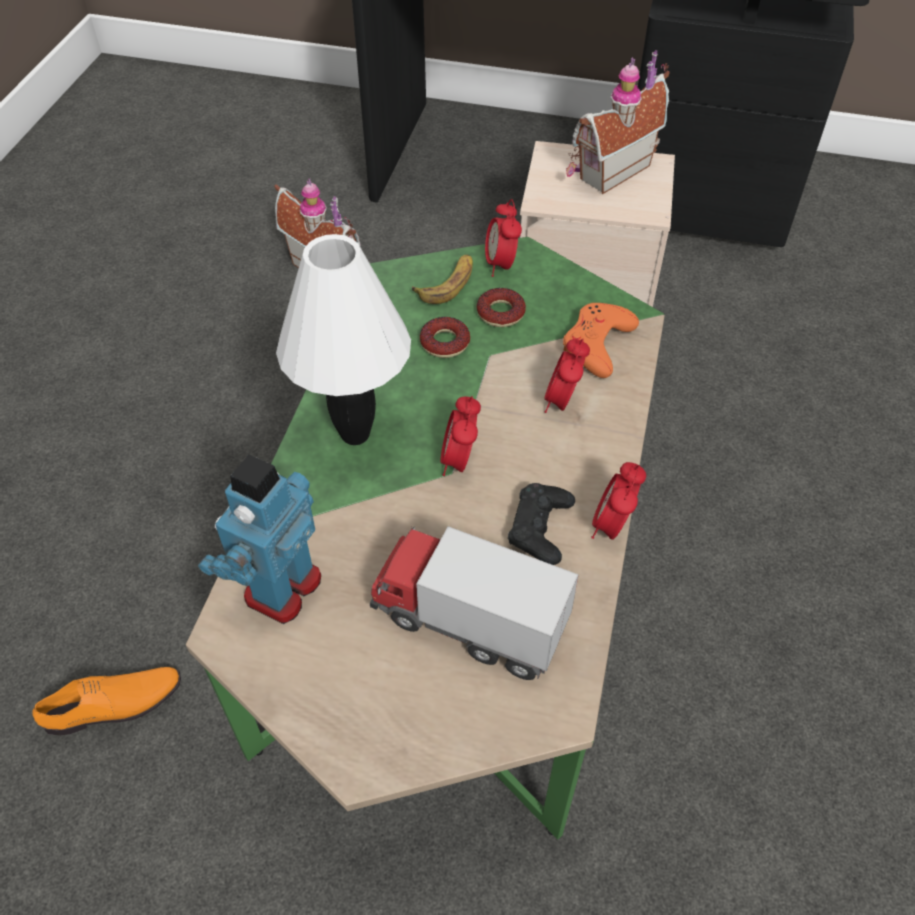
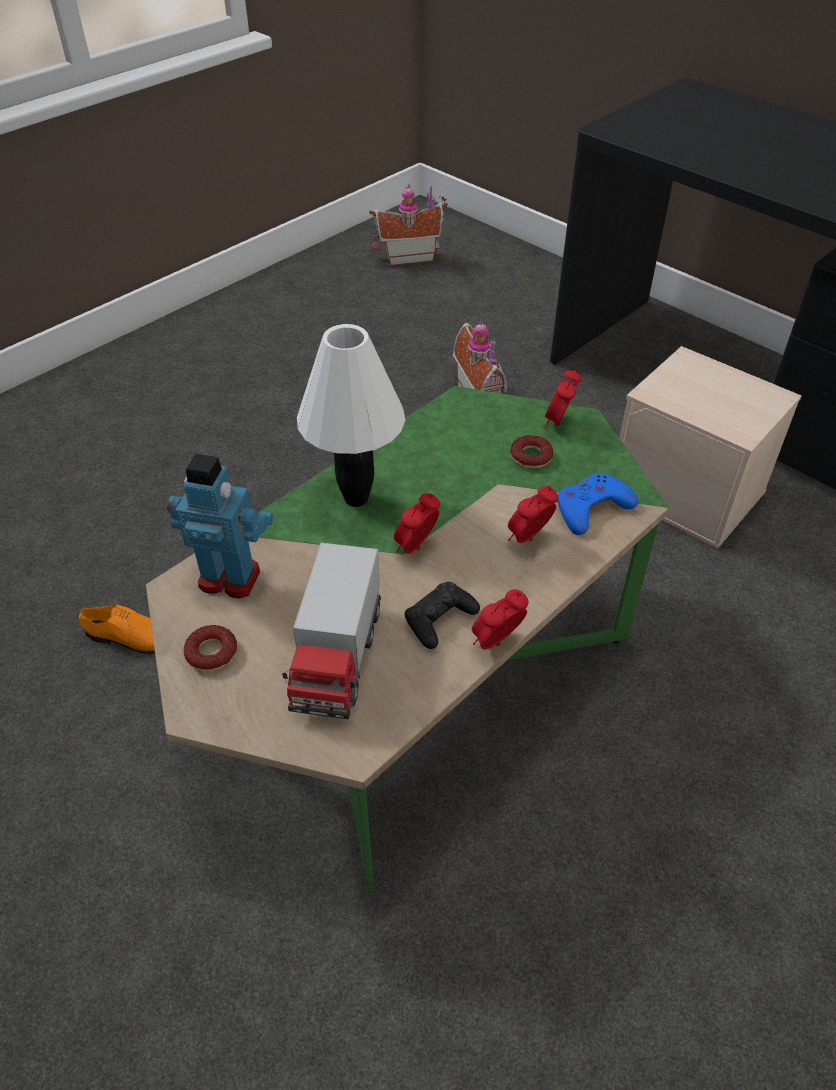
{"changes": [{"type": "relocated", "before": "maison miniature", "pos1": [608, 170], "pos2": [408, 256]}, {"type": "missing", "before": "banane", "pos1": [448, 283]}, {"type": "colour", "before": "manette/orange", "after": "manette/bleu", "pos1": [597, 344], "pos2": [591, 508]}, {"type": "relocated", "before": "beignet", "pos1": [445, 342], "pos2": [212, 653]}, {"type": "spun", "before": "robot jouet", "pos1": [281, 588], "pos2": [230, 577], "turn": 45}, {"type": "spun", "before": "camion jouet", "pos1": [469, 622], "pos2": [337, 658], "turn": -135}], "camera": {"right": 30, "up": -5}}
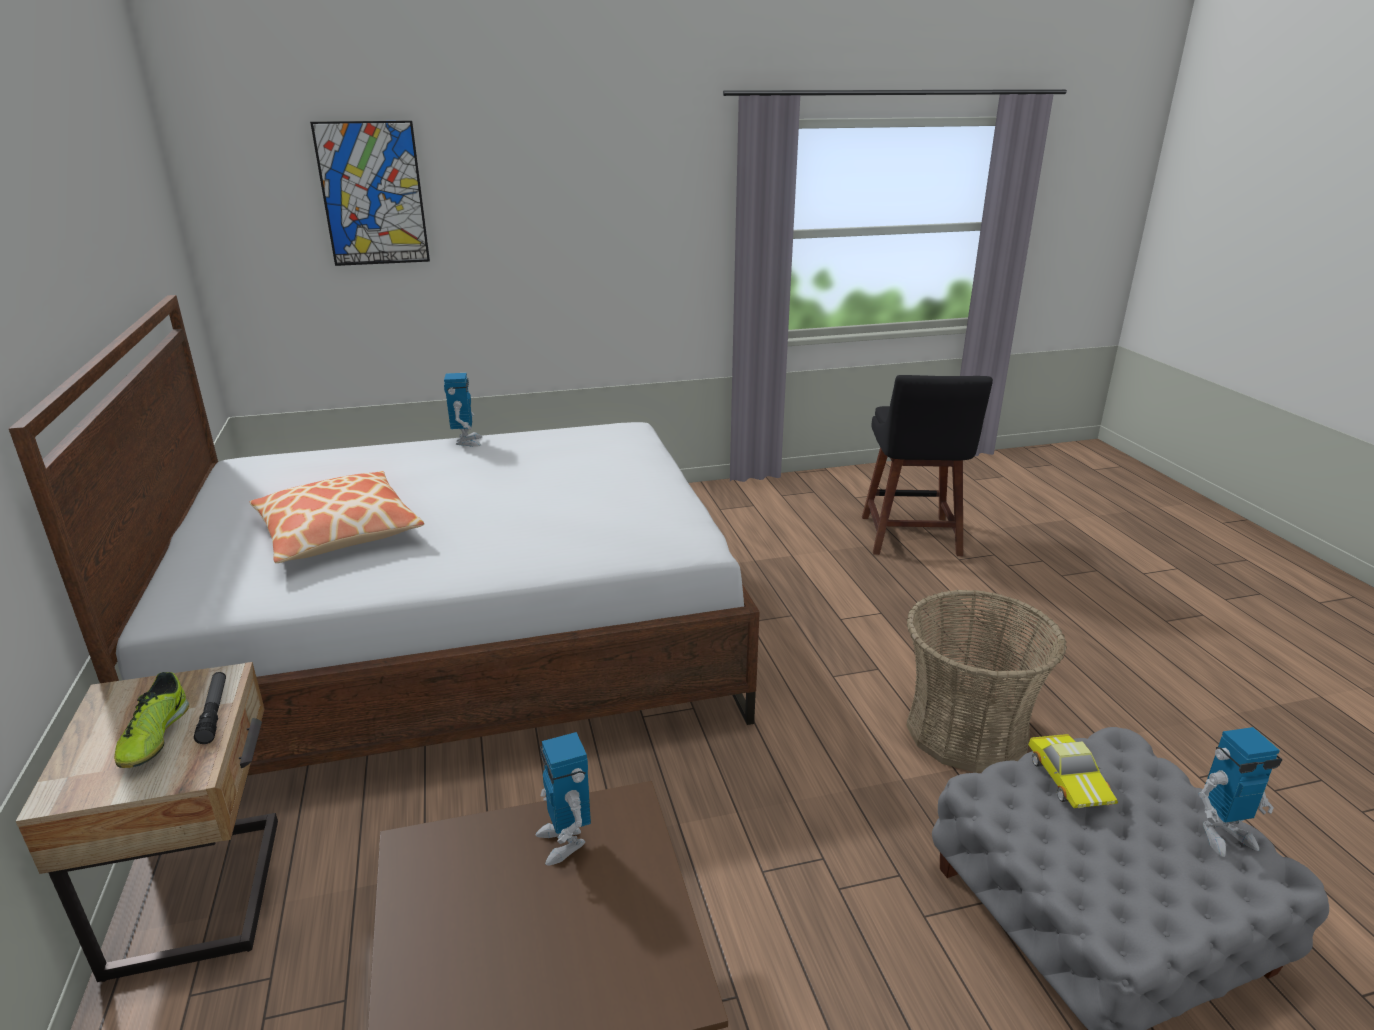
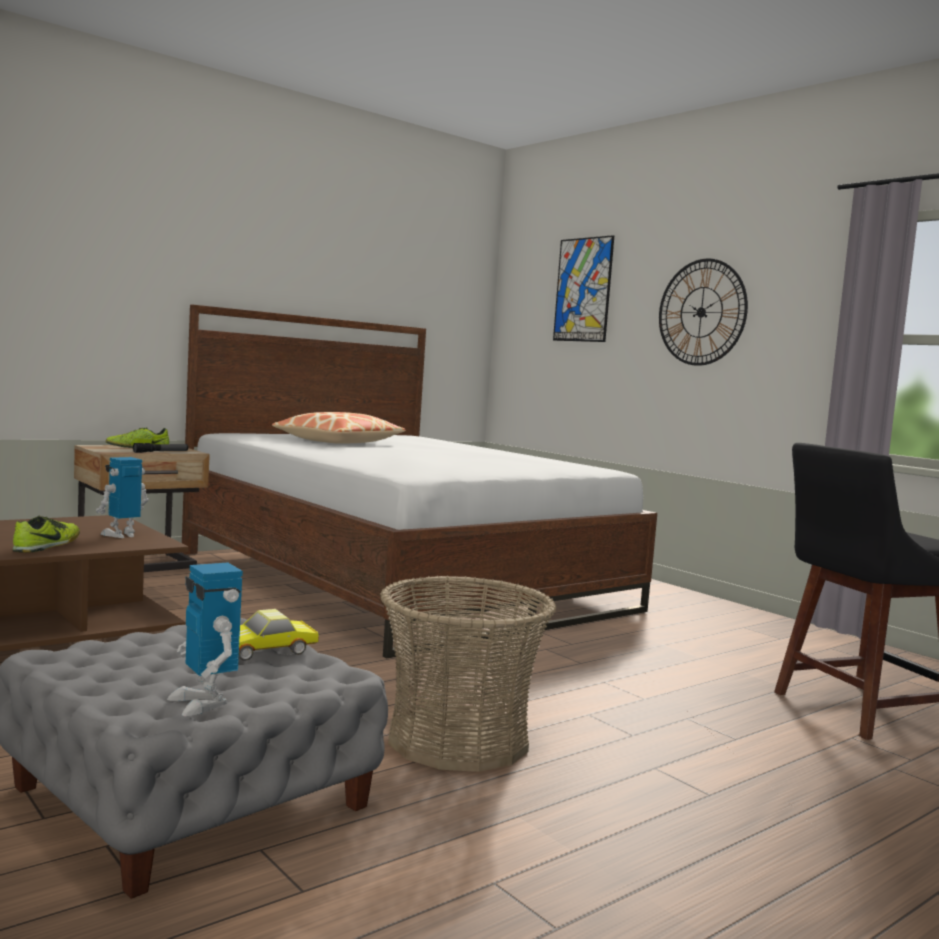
{"changes": [{"type": "missing", "before": "robot jouet", "pos1": [467, 442]}, {"type": "appeared", "after": "horloge murale", "pos2": [701, 312]}, {"type": "appeared", "after": "chaussure", "pos2": [48, 546]}], "camera": {"right": 65, "up": -20}}
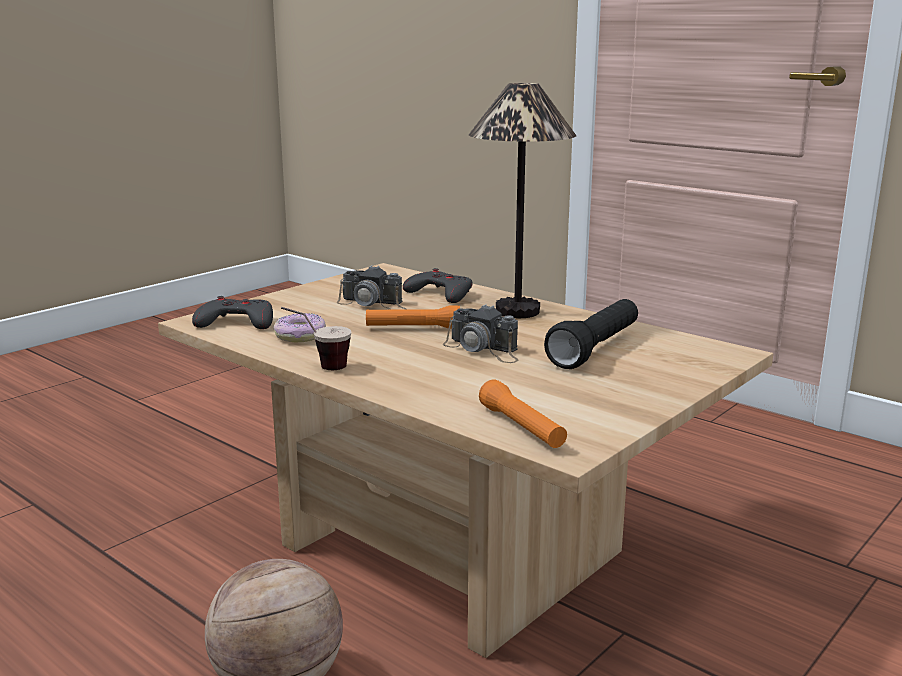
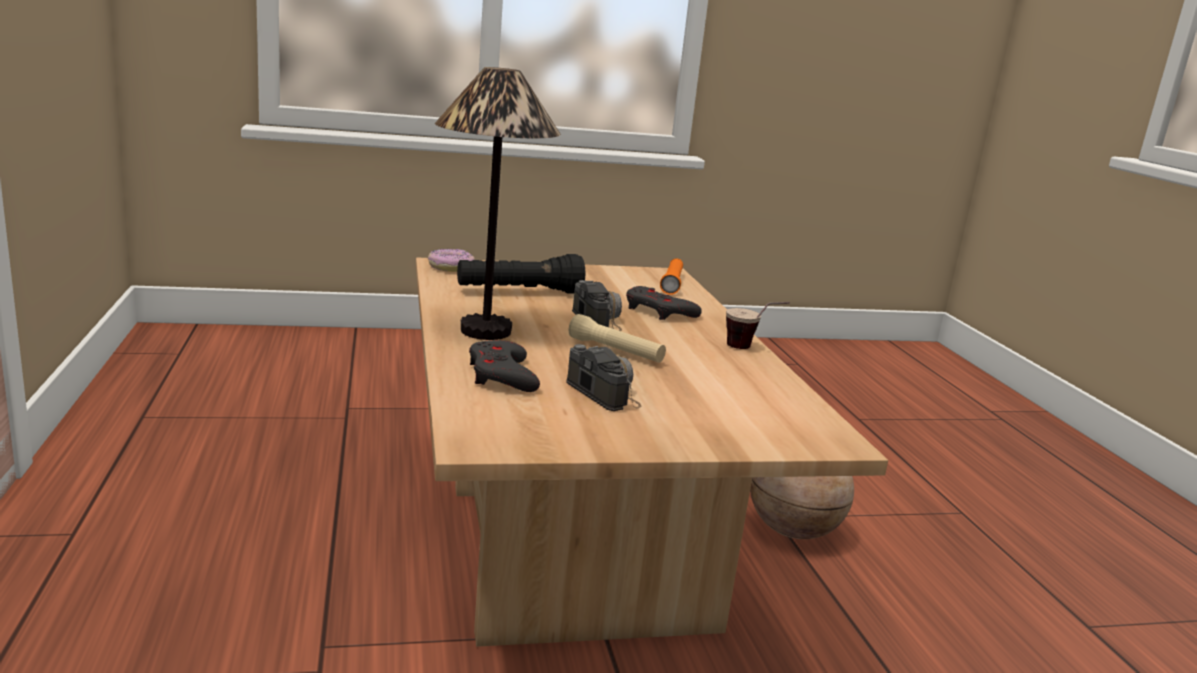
{"changes": [{"type": "relocated", "before": "manette/gris", "pos1": [236, 322], "pos2": [658, 311]}, {"type": "colour", "before": "lampe de poche/orange", "after": "lampe de poche/beige", "pos1": [413, 328], "pos2": [615, 351]}, {"type": "relocated", "before": "beignet", "pos1": [300, 336], "pos2": [450, 267]}], "camera": {"right": -145, "up": 0}}
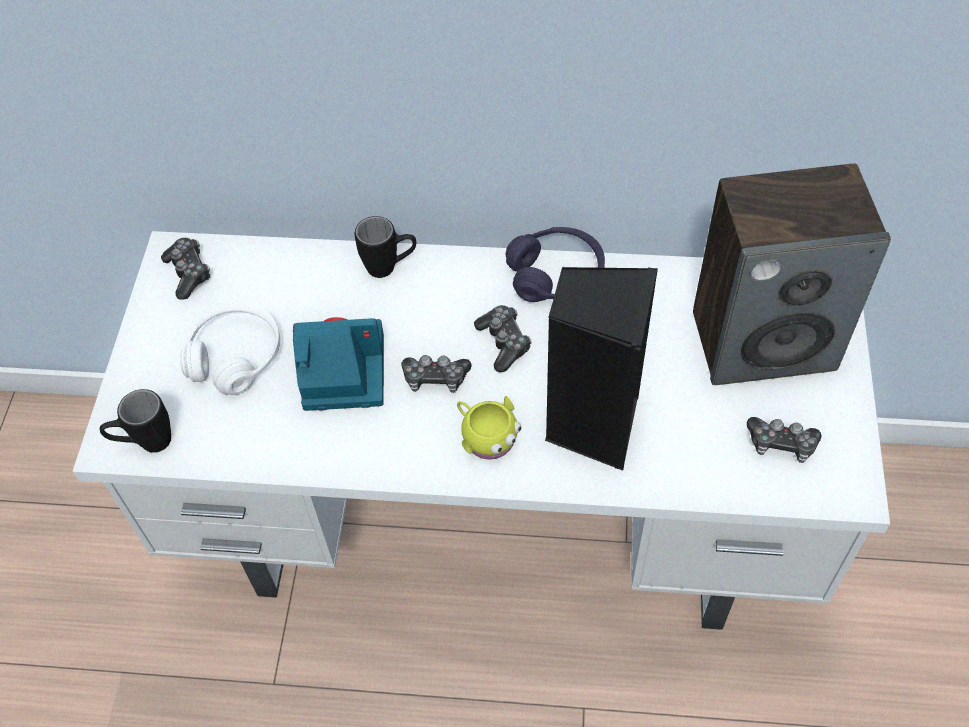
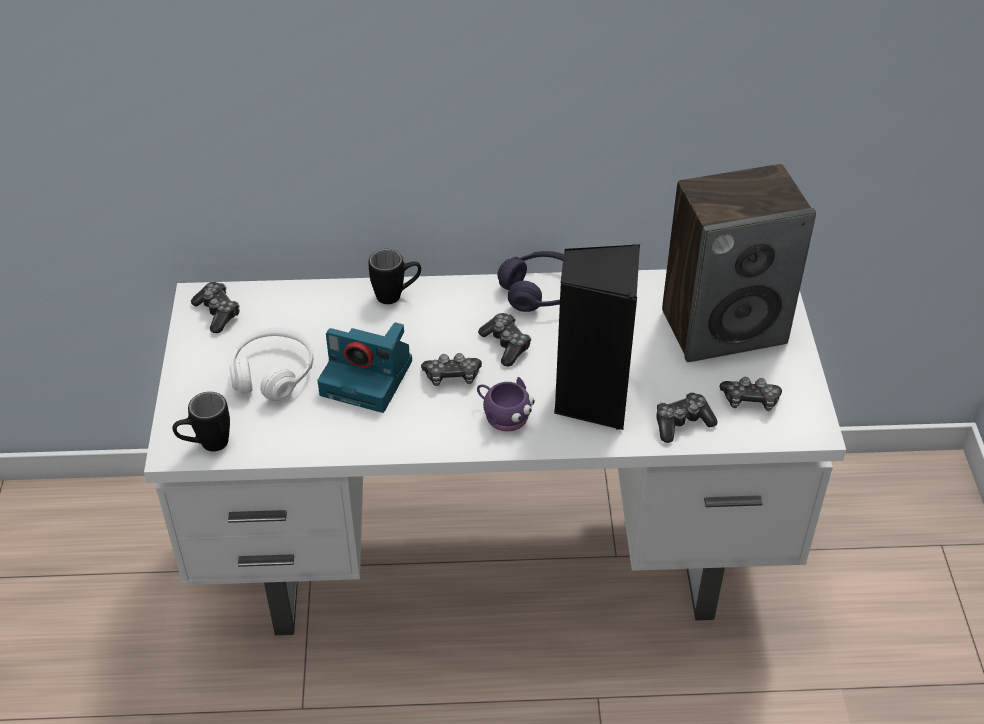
{"changes": [{"type": "spun", "before": "appareil photo", "pos1": [341, 372], "pos2": [369, 378], "turn": -150}, {"type": "colour", "before": "mug/jaune", "after": "mug/violet", "pos1": [486, 437], "pos2": [503, 415]}, {"type": "appeared", "after": "manette", "pos2": [682, 423]}], "camera": {"right": -10, "up": -10}}
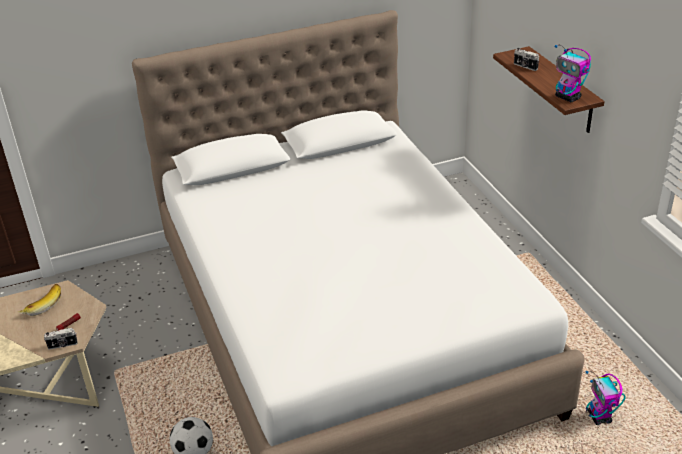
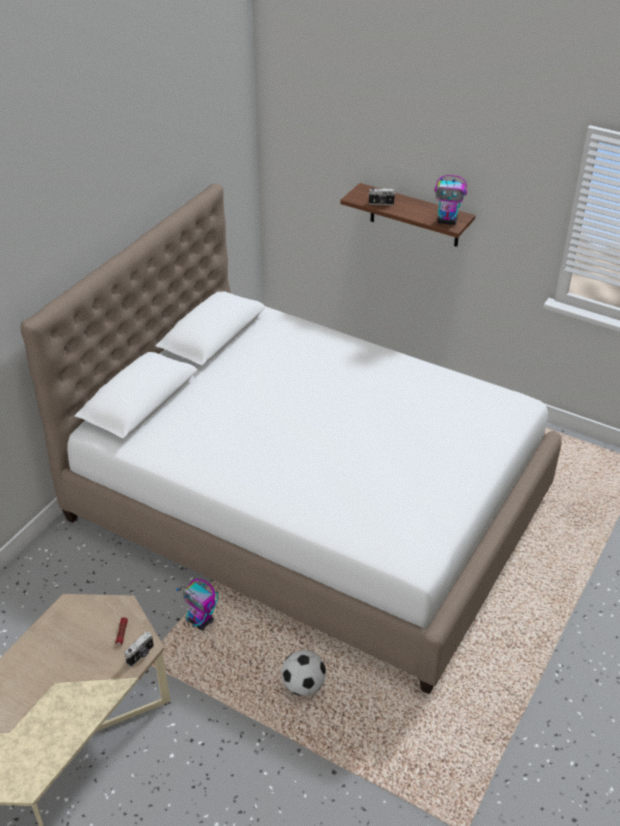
{"changes": [{"type": "missing", "before": "banane", "pos1": [42, 305]}, {"type": "relocated", "before": "robot jouet", "pos1": [599, 418], "pos2": [201, 622]}], "camera": {"right": -40, "up": 5}}
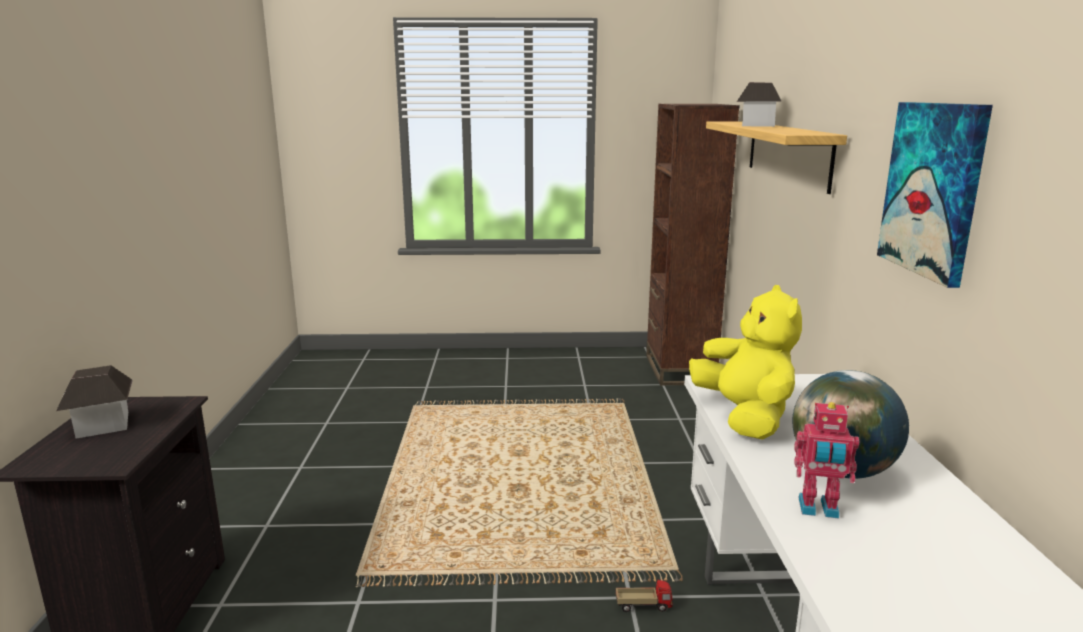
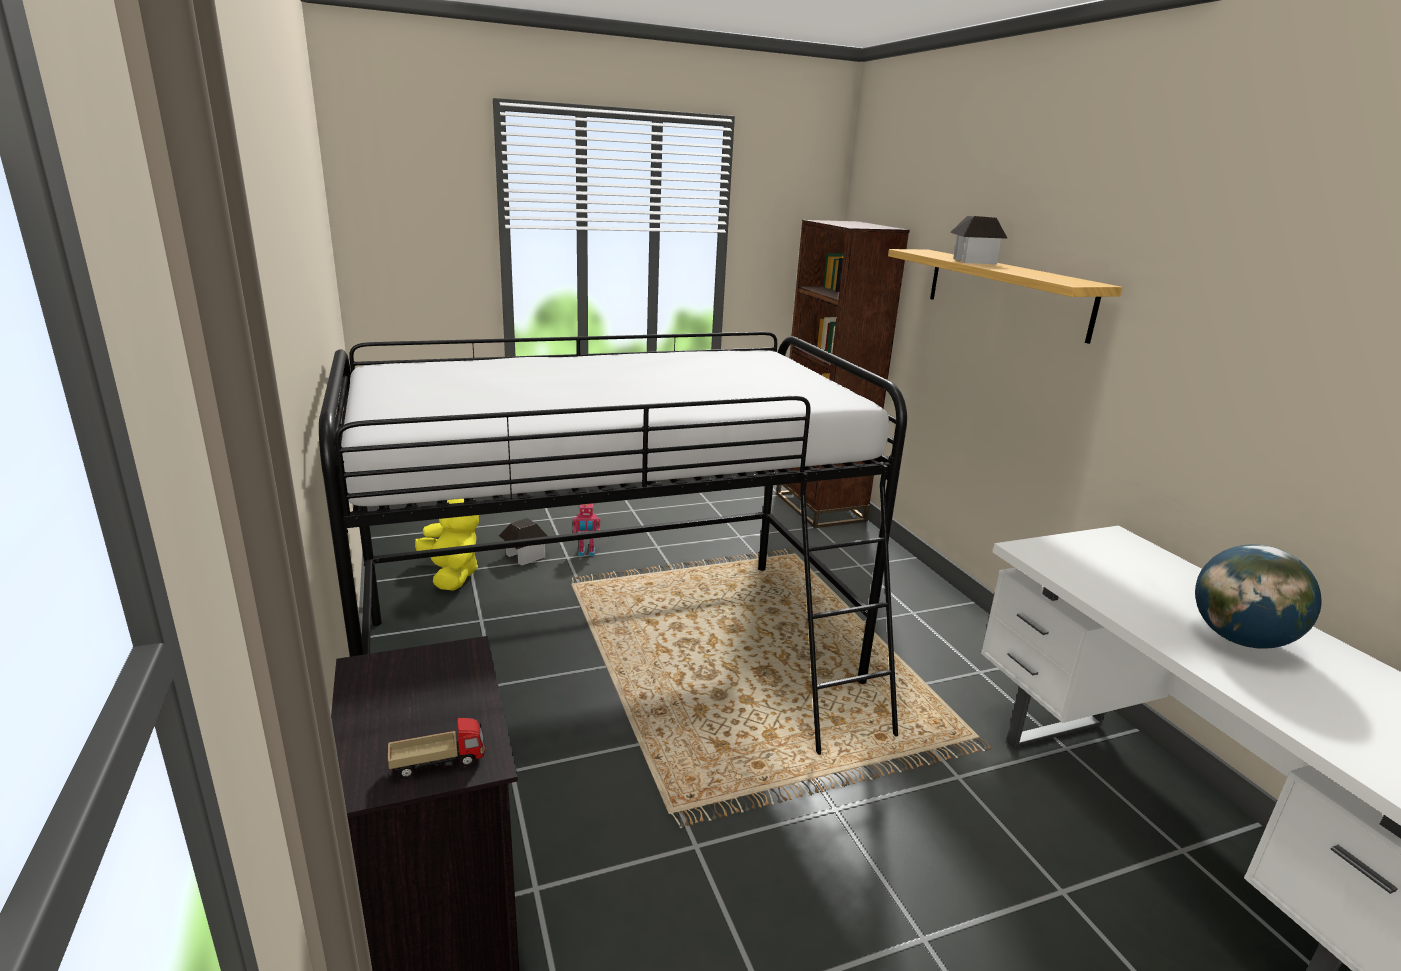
{"changes": [{"type": "missing", "before": "tableau", "pos1": [933, 189]}, {"type": "relocated", "before": "peluche/jaune", "pos1": [744, 417], "pos2": [452, 575]}, {"type": "relocated", "before": "maison miniature", "pos1": [102, 425], "pos2": [525, 556]}, {"type": "relocated", "before": "robot jouet", "pos1": [818, 509], "pos2": [586, 553]}, {"type": "relocated", "before": "camion jouet", "pos1": [643, 606], "pos2": [438, 763]}, {"type": "appeared", "after": "lit/noir", "pos2": [618, 654]}], "camera": {"right": -20, "up": 5}}
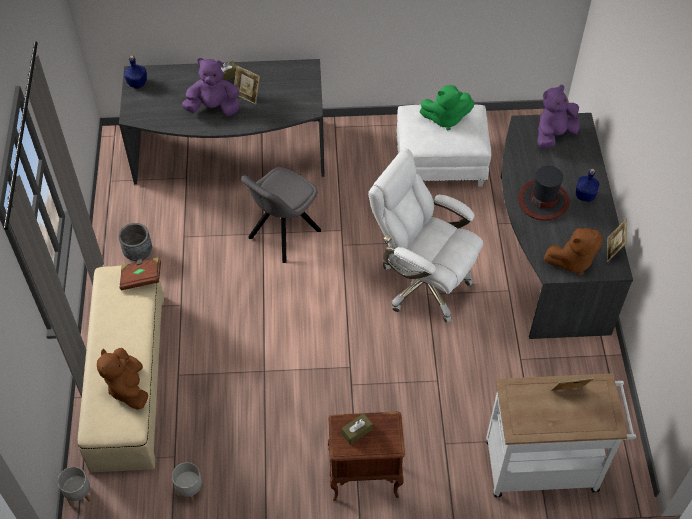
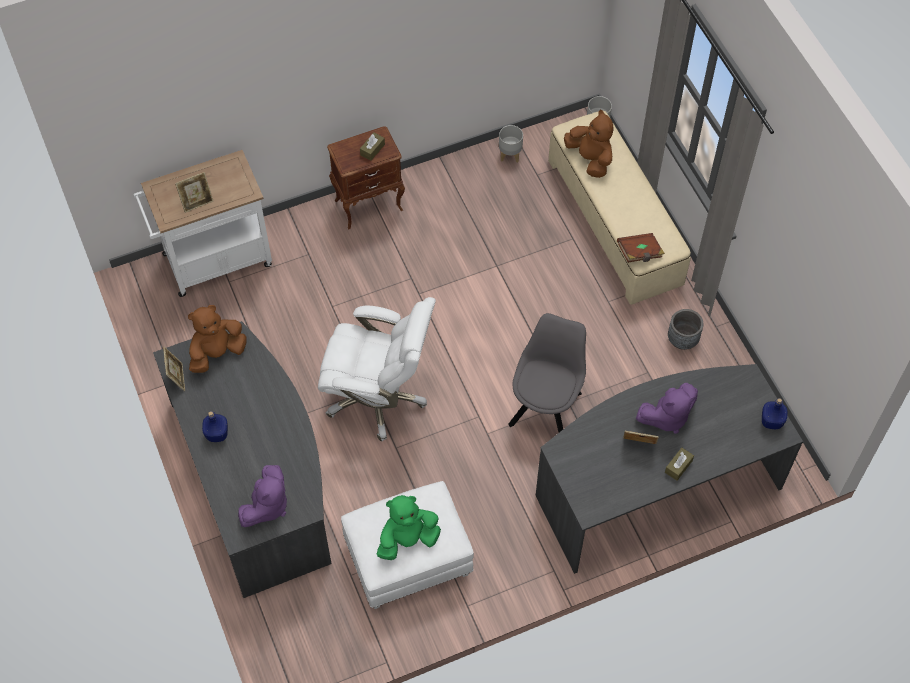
{"changes": [{"type": "missing", "before": "chapeau", "pos1": [543, 200]}], "camera": {"right": 160, "up": 5}}
